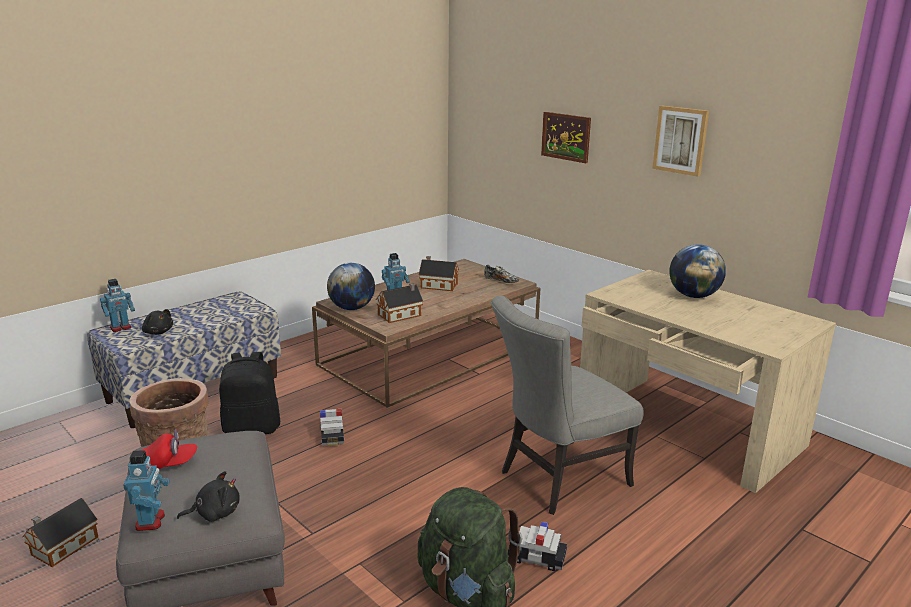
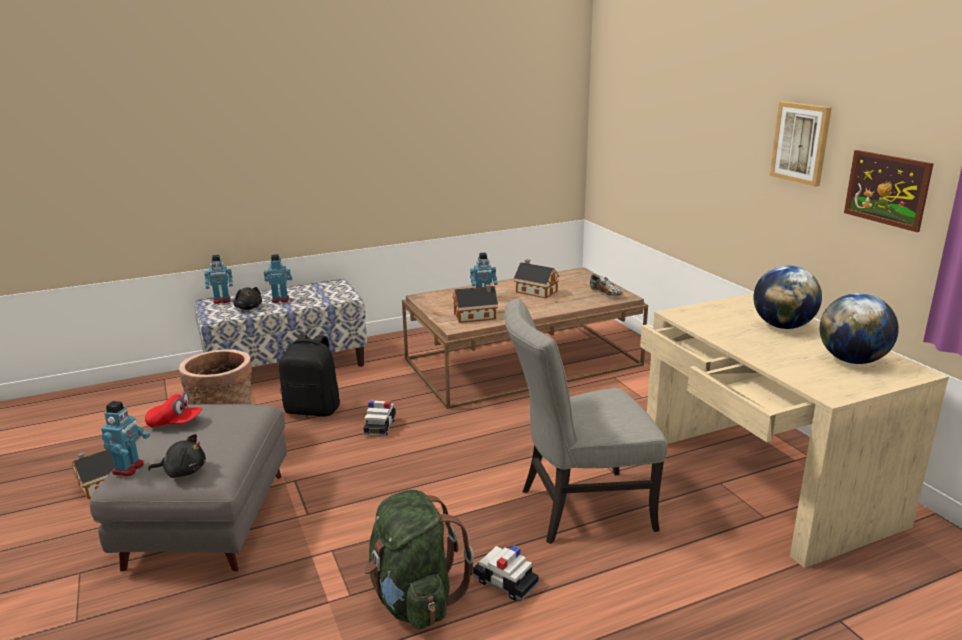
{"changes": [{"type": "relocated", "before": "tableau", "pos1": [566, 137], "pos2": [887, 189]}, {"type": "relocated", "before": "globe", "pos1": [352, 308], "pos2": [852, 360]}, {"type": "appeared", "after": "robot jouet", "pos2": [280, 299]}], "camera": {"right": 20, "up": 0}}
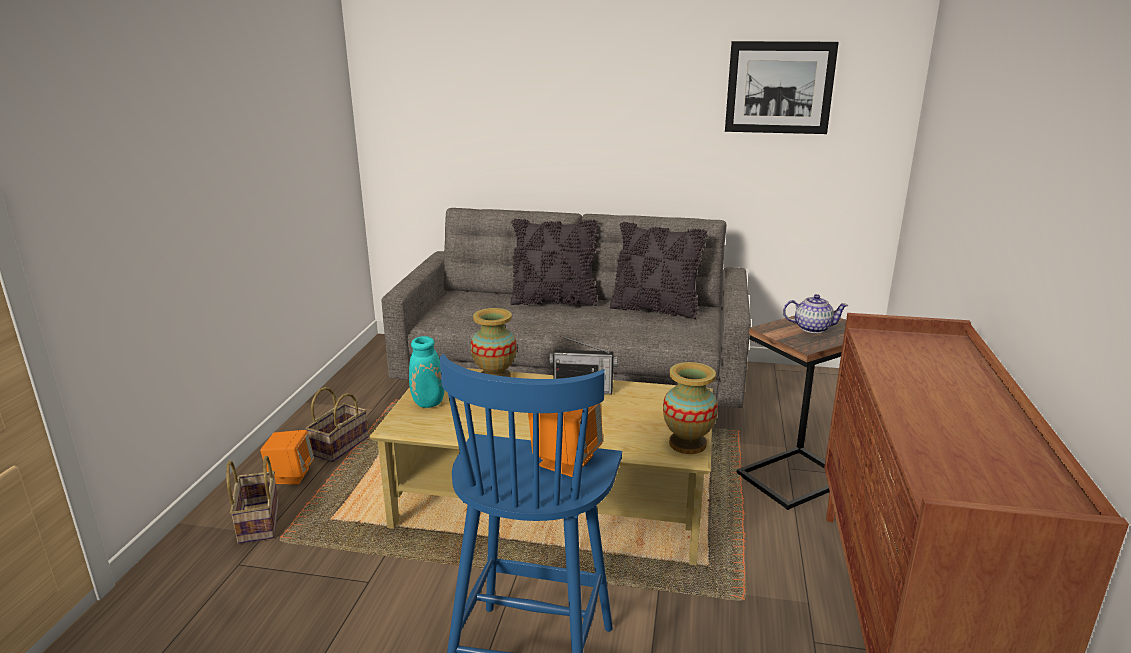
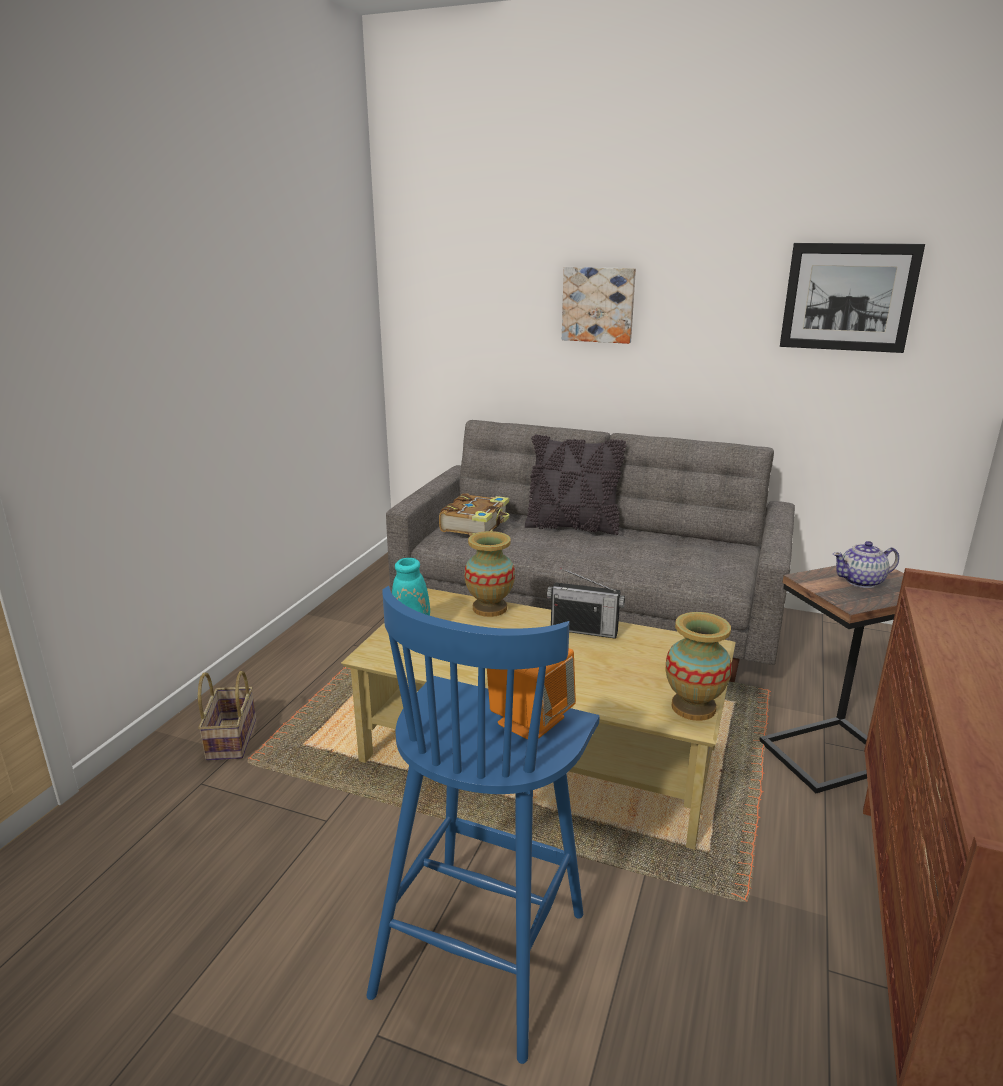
{"changes": [{"type": "missing", "before": "coussin/noir", "pos1": [655, 309]}, {"type": "spun", "before": "théière", "pos1": [812, 328], "pos2": [862, 581], "turn": 150}, {"type": "missing", "before": "panier", "pos1": [340, 445]}, {"type": "missing", "before": "enceinte/orange", "pos1": [291, 475]}, {"type": "appeared", "after": "tableau", "pos2": [598, 304]}, {"type": "appeared", "after": "livre", "pos2": [476, 526]}], "camera": {"right": 10, "up": 0}}
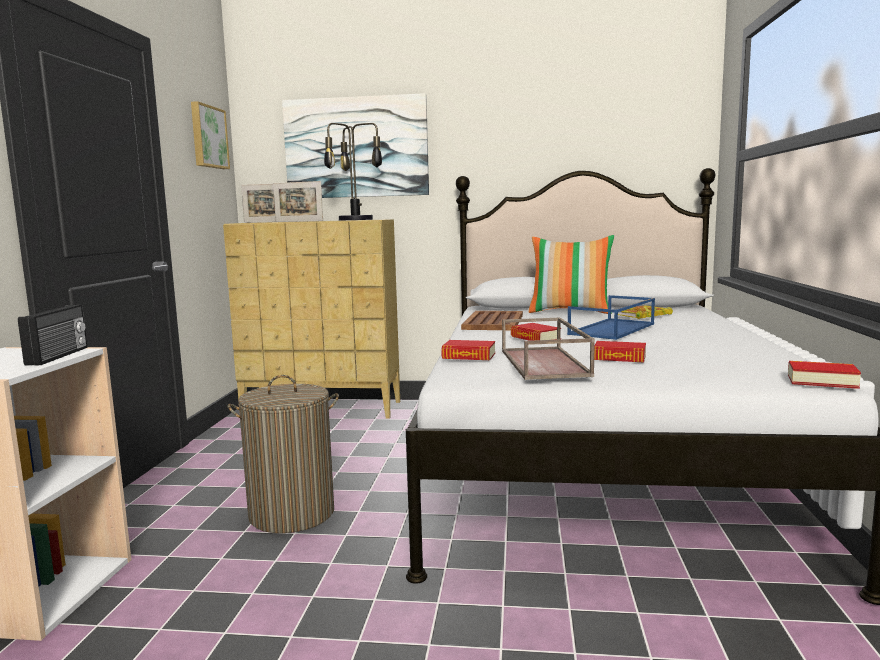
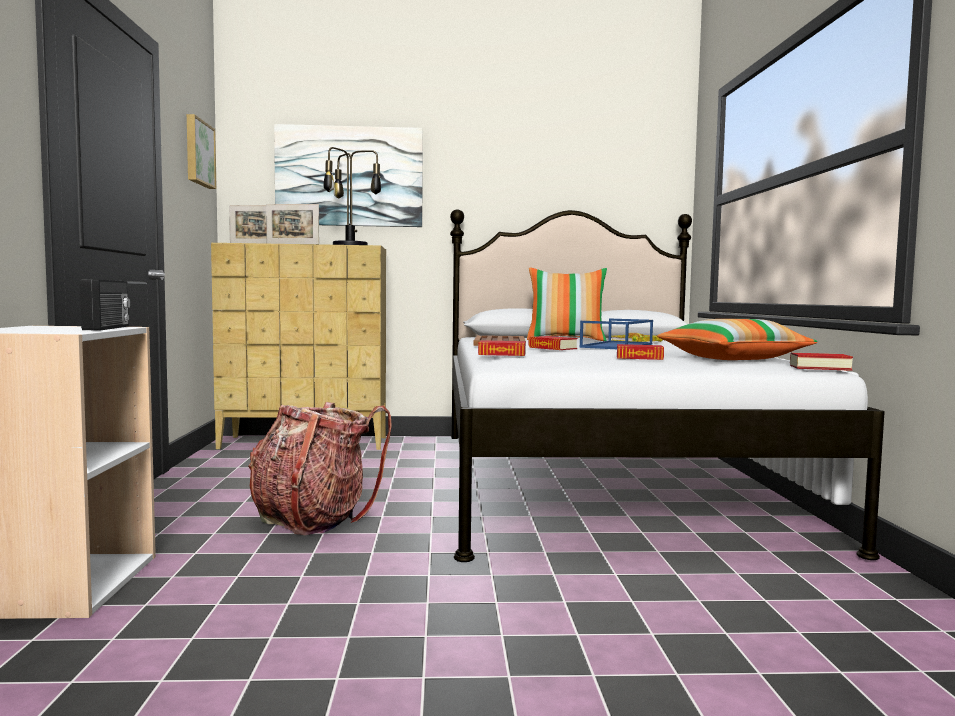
{"changes": [{"type": "missing", "before": "plateau/marron", "pos1": [545, 363]}, {"type": "exchanged", "before": "panier à linge", "after": "sac à dos", "pos1": [292, 513], "pos2": [313, 519]}, {"type": "appeared", "after": "coussin", "pos2": [732, 359]}], "camera": {"right": -10, "up": -5}}
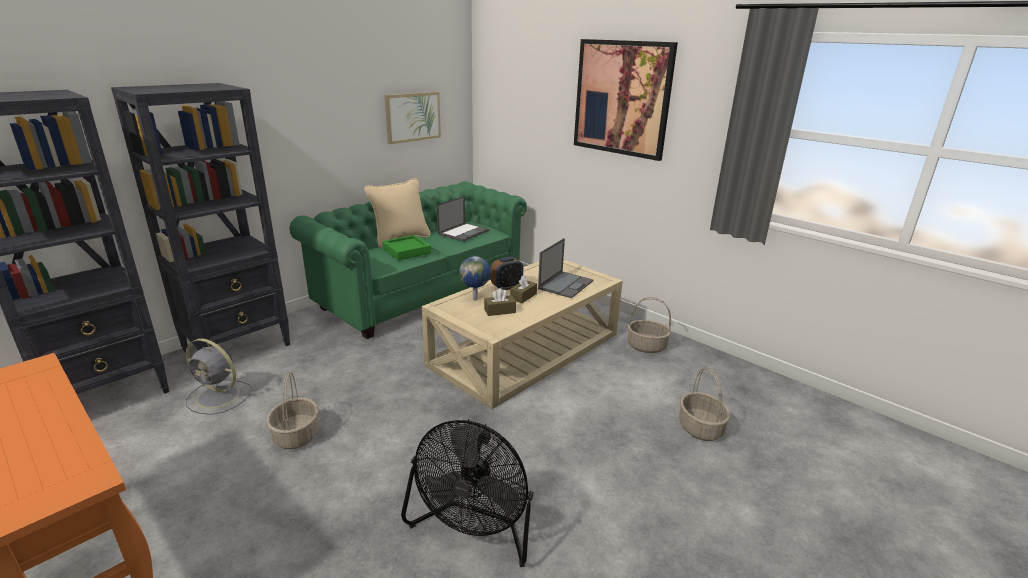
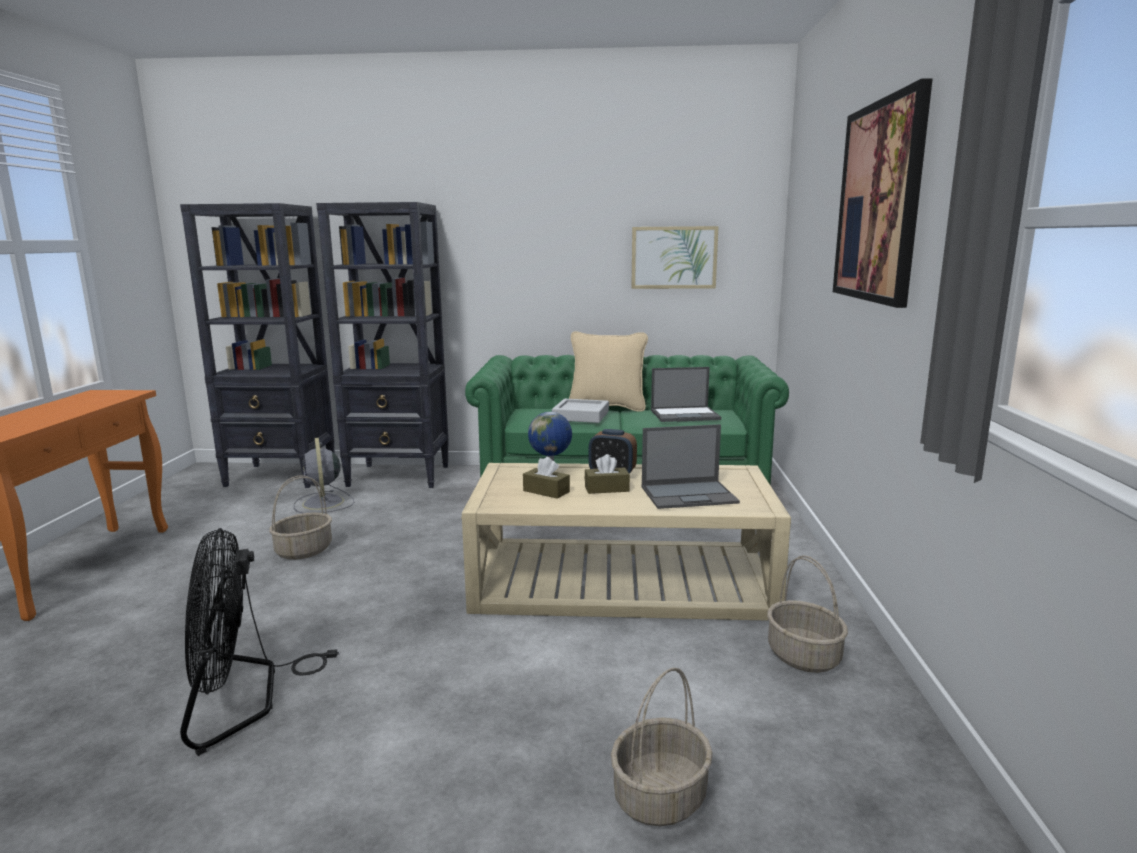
{"changes": [{"type": "colour", "before": "plateau/vert", "after": "plateau/gris", "pos1": [407, 251], "pos2": [581, 416]}], "camera": {"right": 50, "up": -10}}
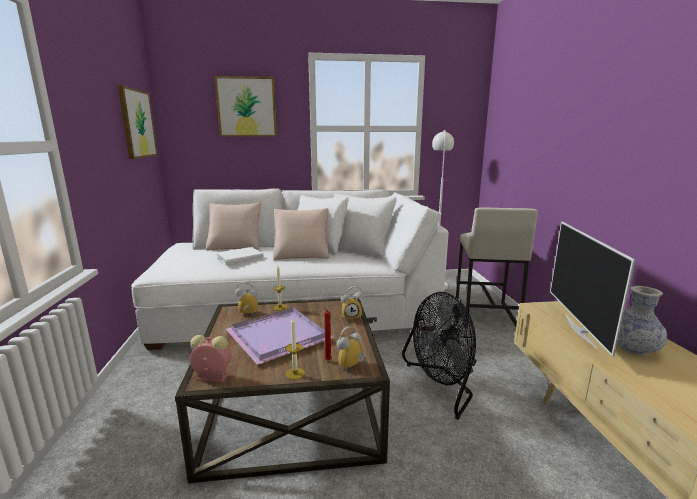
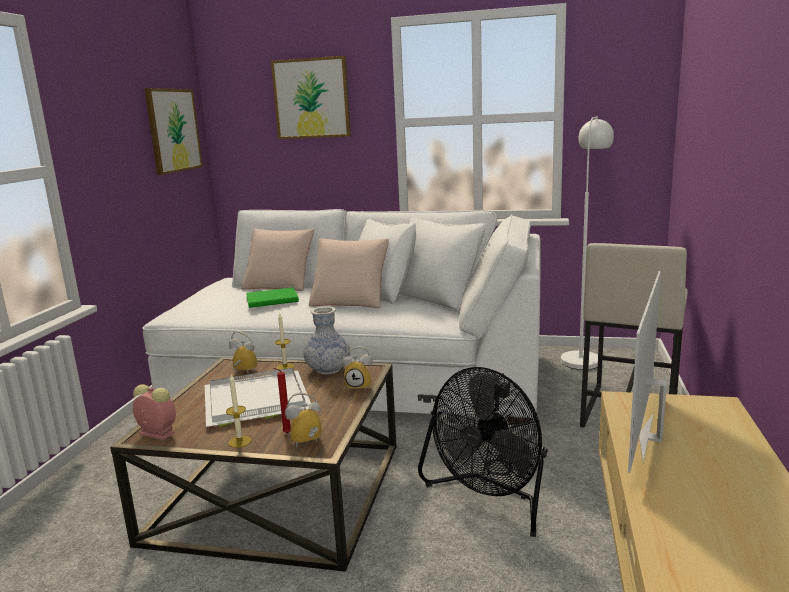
{"changes": [{"type": "colour", "before": "livre/blanc", "after": "livre/vert", "pos1": [241, 256], "pos2": [274, 299]}, {"type": "relocated", "before": "vase", "pos1": [633, 348], "pos2": [328, 369]}, {"type": "spun", "before": "ventilateur/noir", "pos1": [444, 383], "pos2": [488, 495], "turn": -45}, {"type": "colour", "before": "plateau/violet", "after": "plateau/blanc", "pos1": [278, 337], "pos2": [254, 401]}], "camera": {"right": 20, "up": 0}}
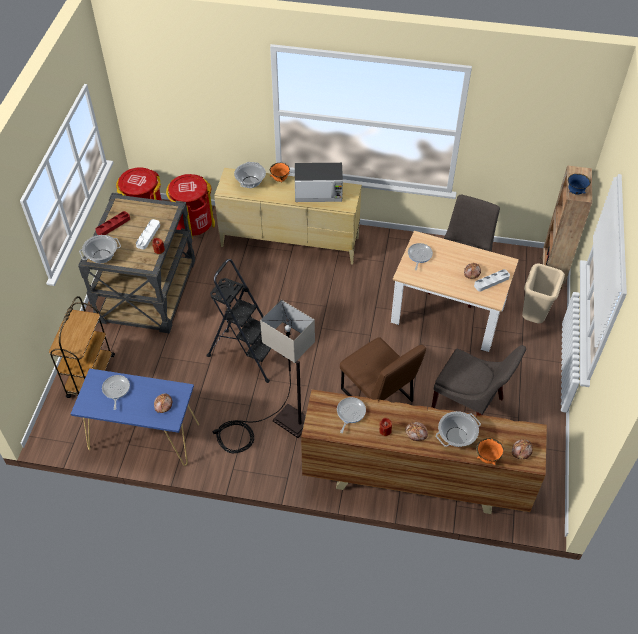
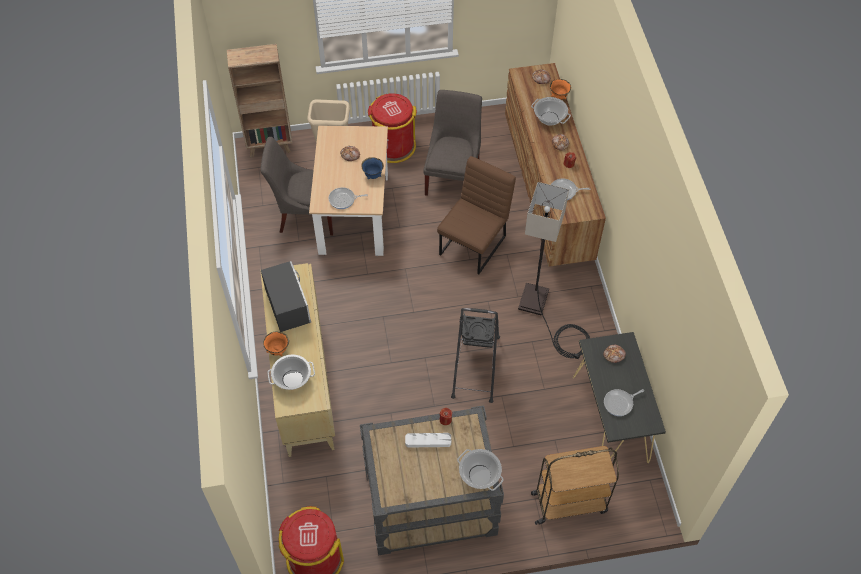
{"changes": [{"type": "relocated", "before": "poubelle/rouge", "pos1": [193, 224], "pos2": [393, 146]}, {"type": "relocated", "before": "bol/bleu", "pos1": [575, 192], "pos2": [373, 175]}, {"type": "missing", "before": "plateau/rouge", "pos1": [113, 225]}, {"type": "missing", "before": "plateau/blanc", "pos1": [491, 281]}, {"type": "colour", "before": "table console/bleu", "after": "table console/noir", "pos1": [143, 436], "pos2": [610, 419]}], "camera": {"right": -110, "up": 5}}
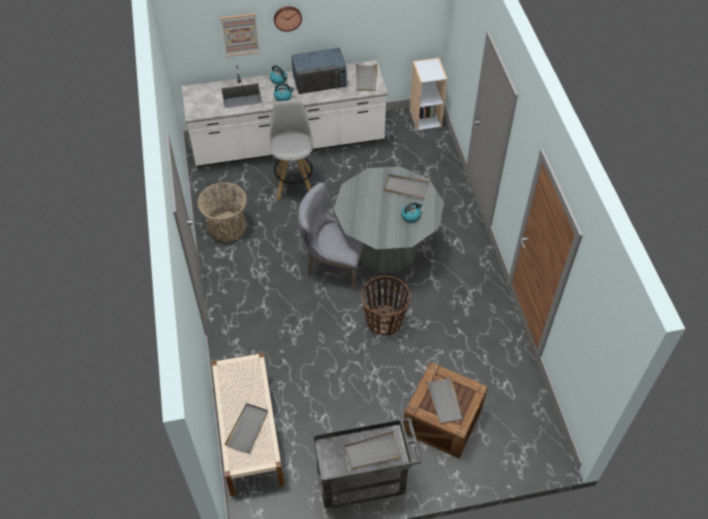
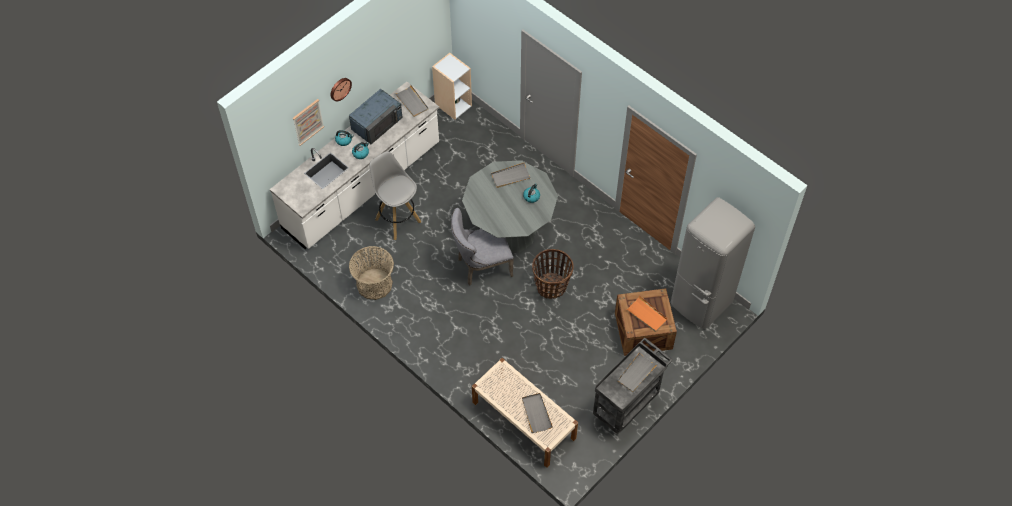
{"changes": [{"type": "colour", "before": "plateau/gris", "after": "plateau/orange", "pos1": [444, 401], "pos2": [647, 315]}, {"type": "appeared", "after": "réfrigérateur/gris", "pos2": [700, 304]}], "camera": {"right": -35, "up": 5}}
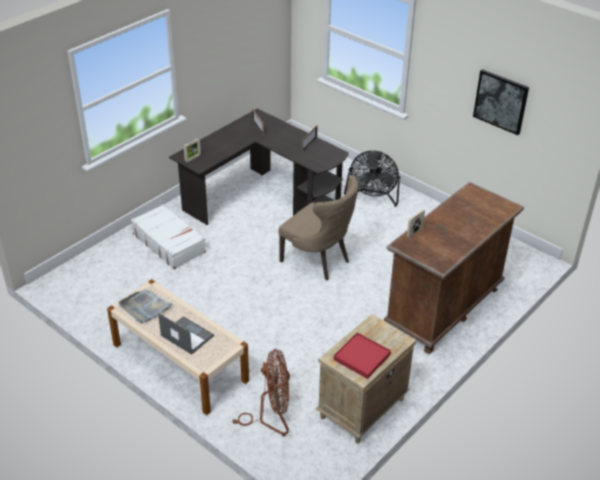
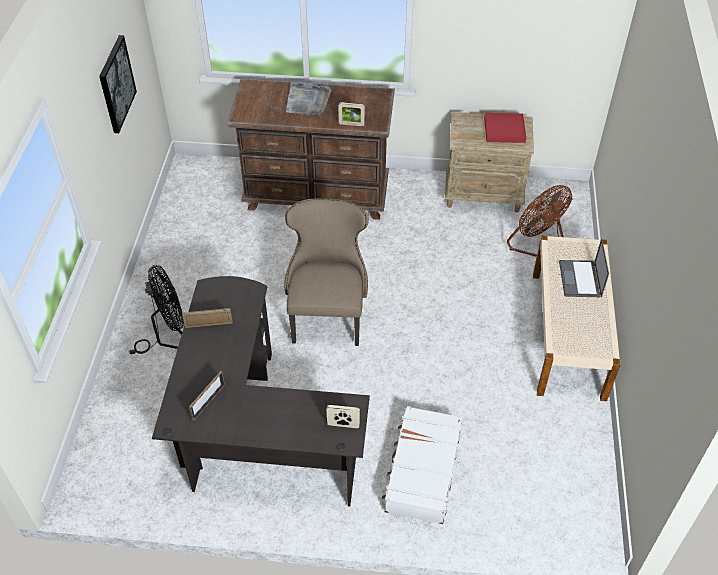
{"changes": [{"type": "relocated", "before": "plateau/gris", "pos1": [145, 307], "pos2": [308, 101]}], "camera": {"right": -125, "up": 10}}
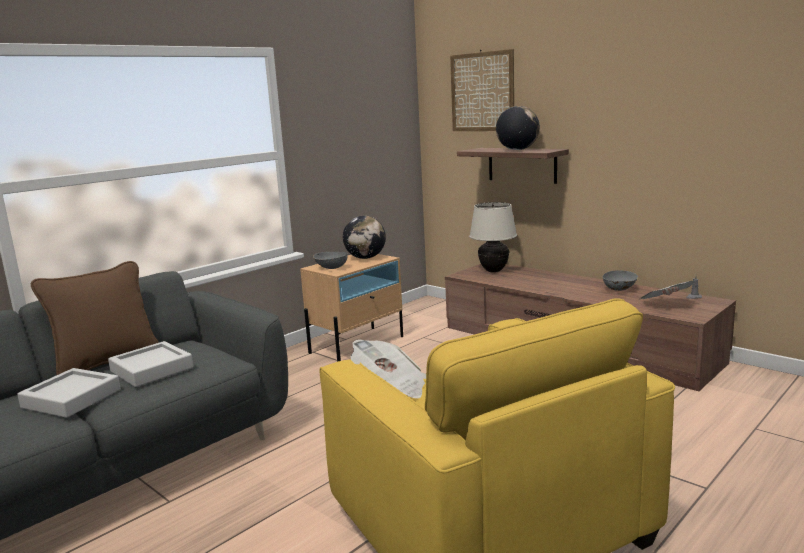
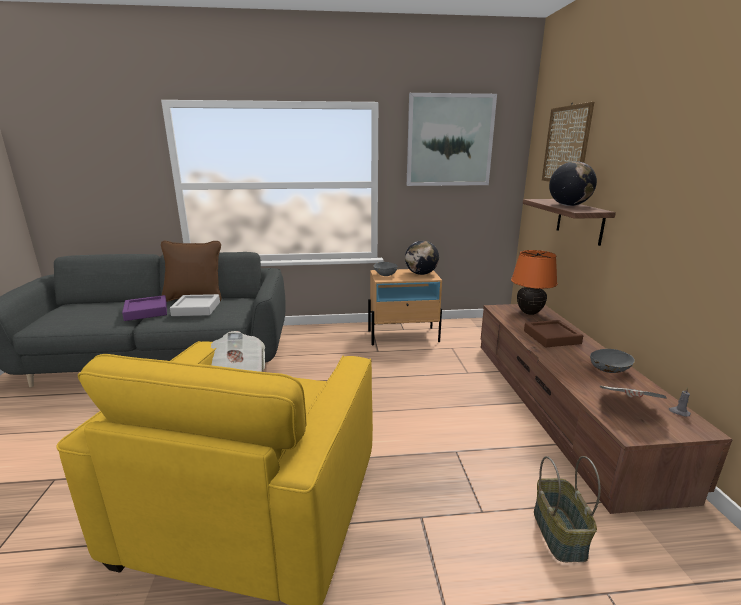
{"changes": [{"type": "colour", "before": "lampe de table/beige", "after": "lampe de table/orange", "pos1": [494, 271], "pos2": [529, 313]}, {"type": "colour", "before": "plateau/gris", "after": "plateau/violet", "pos1": [71, 398], "pos2": [146, 311]}, {"type": "appeared", "after": "tableau", "pos2": [449, 141]}, {"type": "appeared", "after": "plateau/marron", "pos2": [551, 337]}, {"type": "appeared", "after": "panier", "pos2": [560, 533]}], "camera": {"right": 40, "up": 5}}
